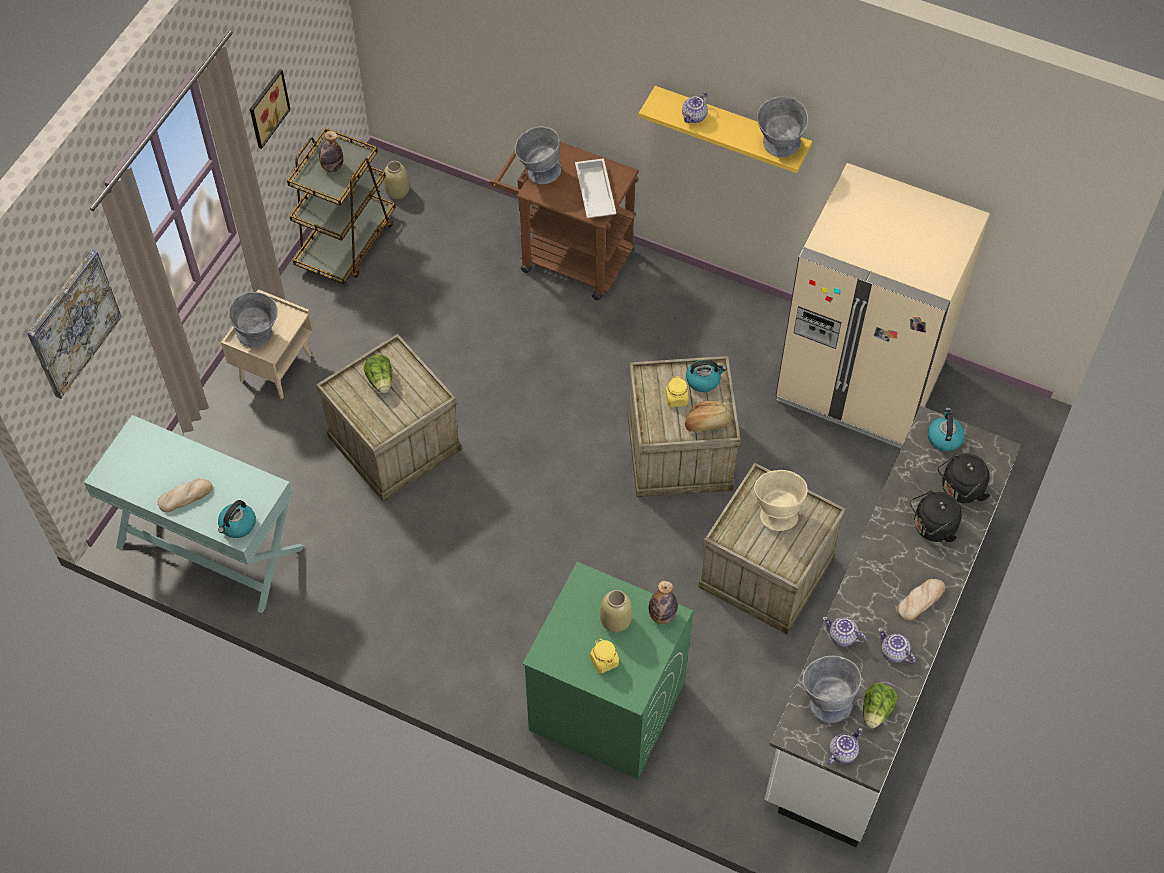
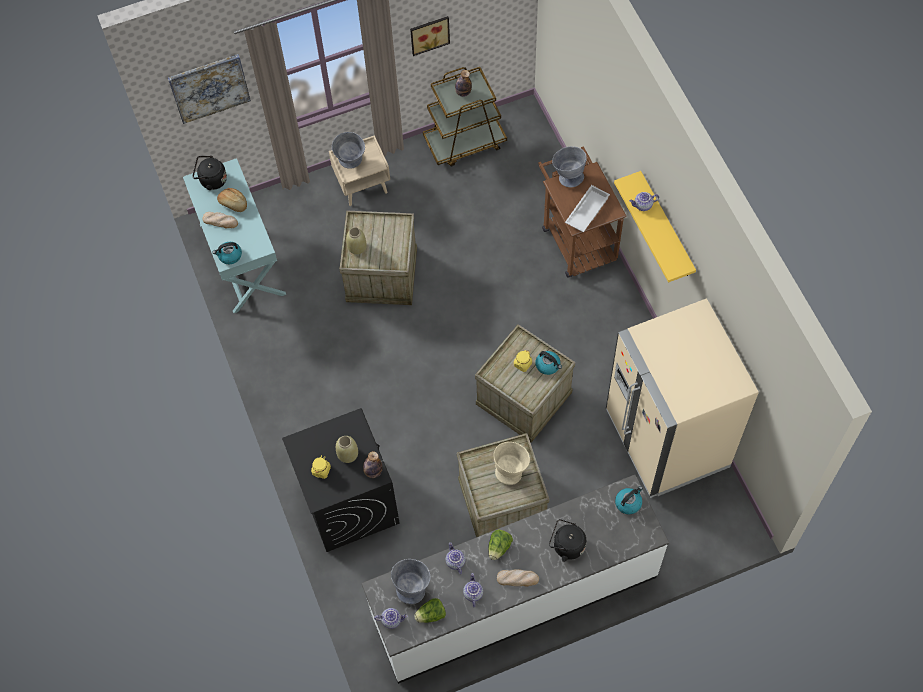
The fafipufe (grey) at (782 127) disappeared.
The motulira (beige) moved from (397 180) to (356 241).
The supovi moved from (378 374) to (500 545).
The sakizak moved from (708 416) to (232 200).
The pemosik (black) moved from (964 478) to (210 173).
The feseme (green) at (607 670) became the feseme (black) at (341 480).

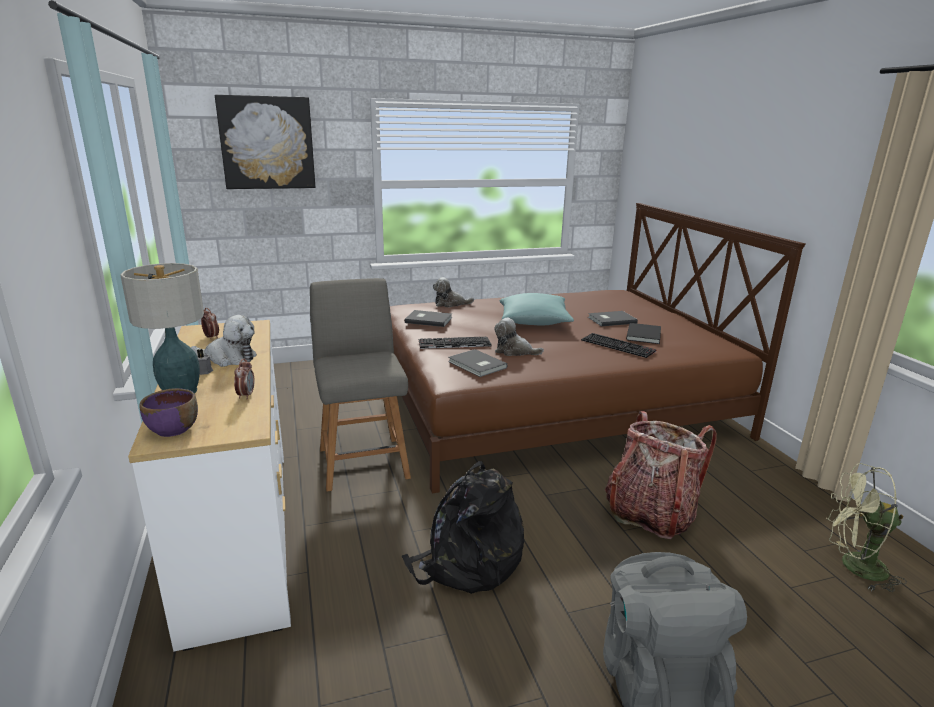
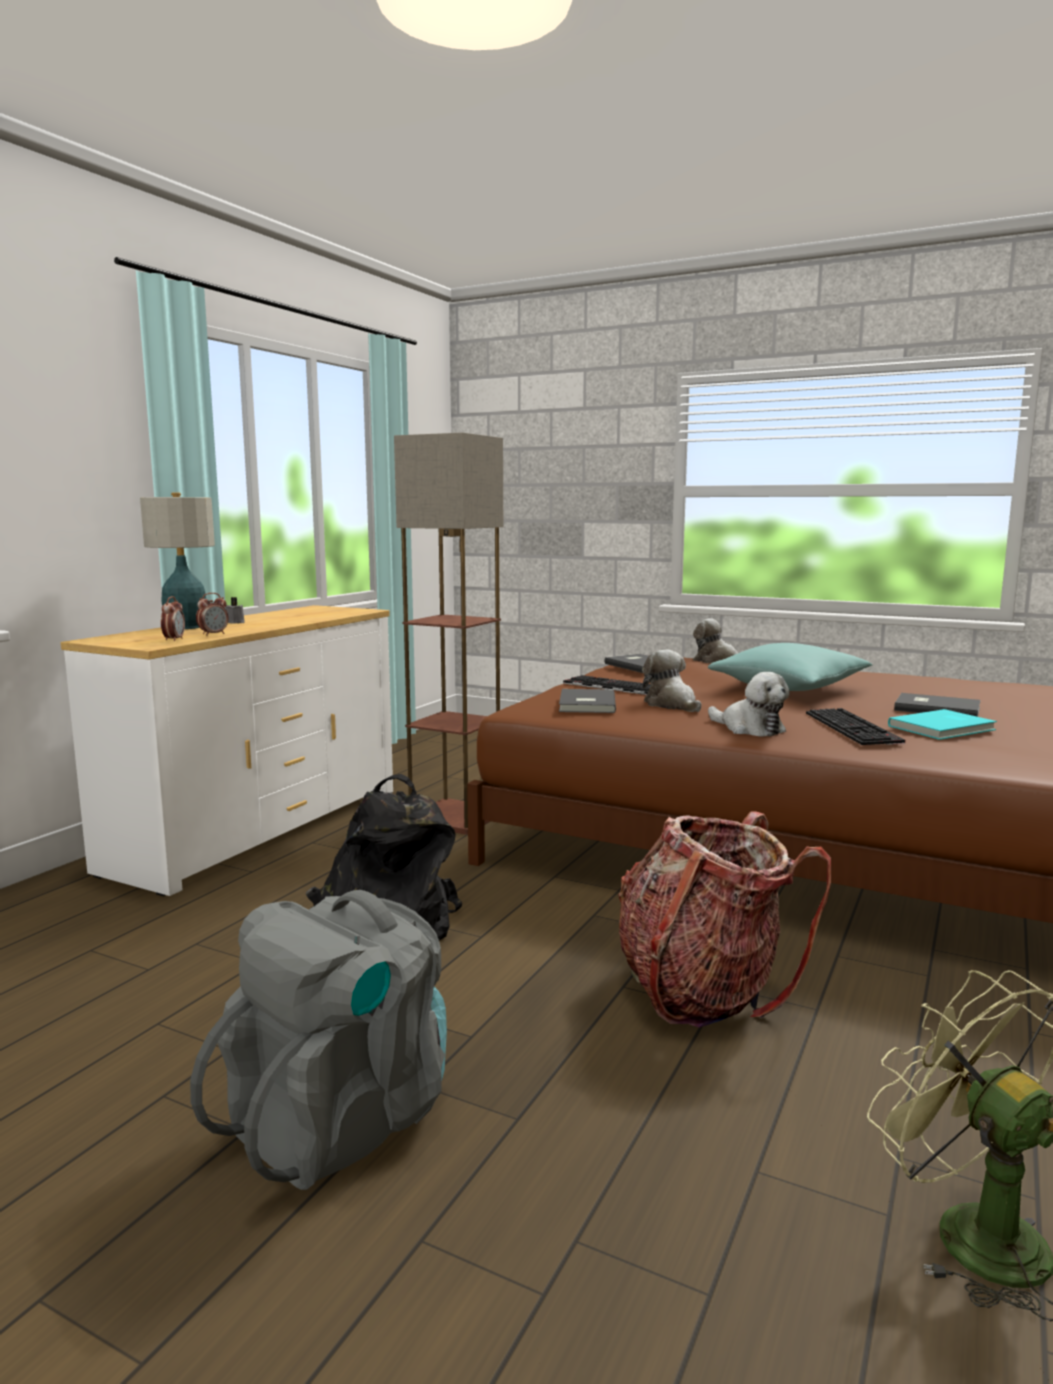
The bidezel at (265 142) disappeared.
The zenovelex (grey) at (360 385) was replaced by the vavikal at (448 634).
The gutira moved from (210 323) to (173 618).
The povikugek moved from (224 341) to (749 704).
The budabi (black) at (643 333) became the budabi (turquoise) at (942 724).
The fafipufe (purple) at (168 412) disappeared.

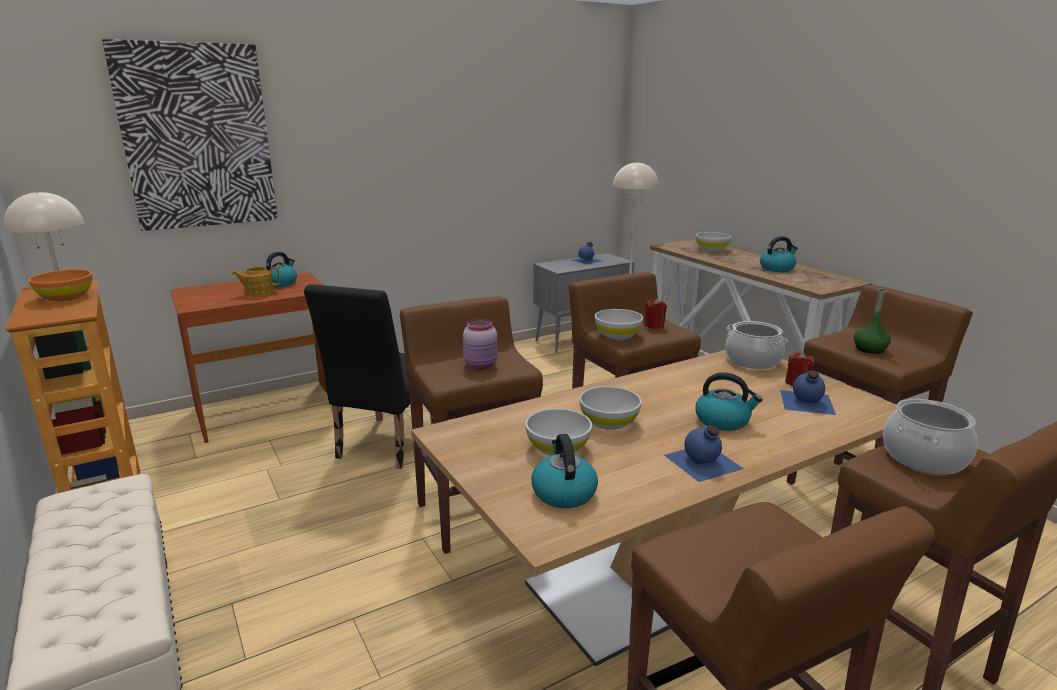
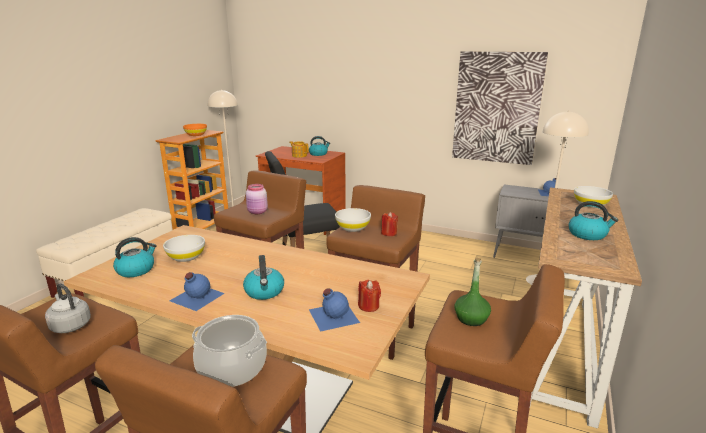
The bidezel moved from (190 135) to (500 108).
The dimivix at (757 345) disappeared.
The fafipufe (white) at (610 408) disappeared.
The pemosik (grey) at (68 308) appeared.

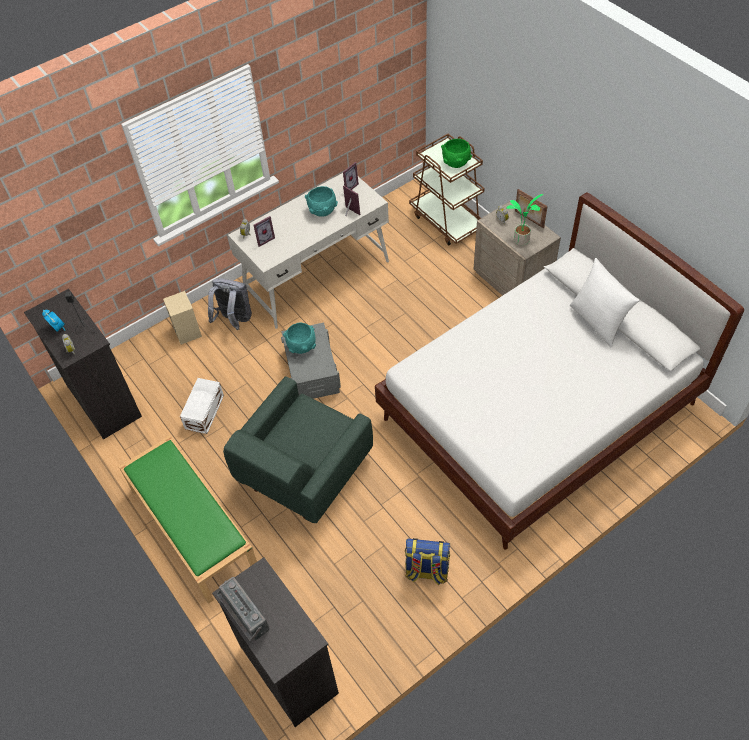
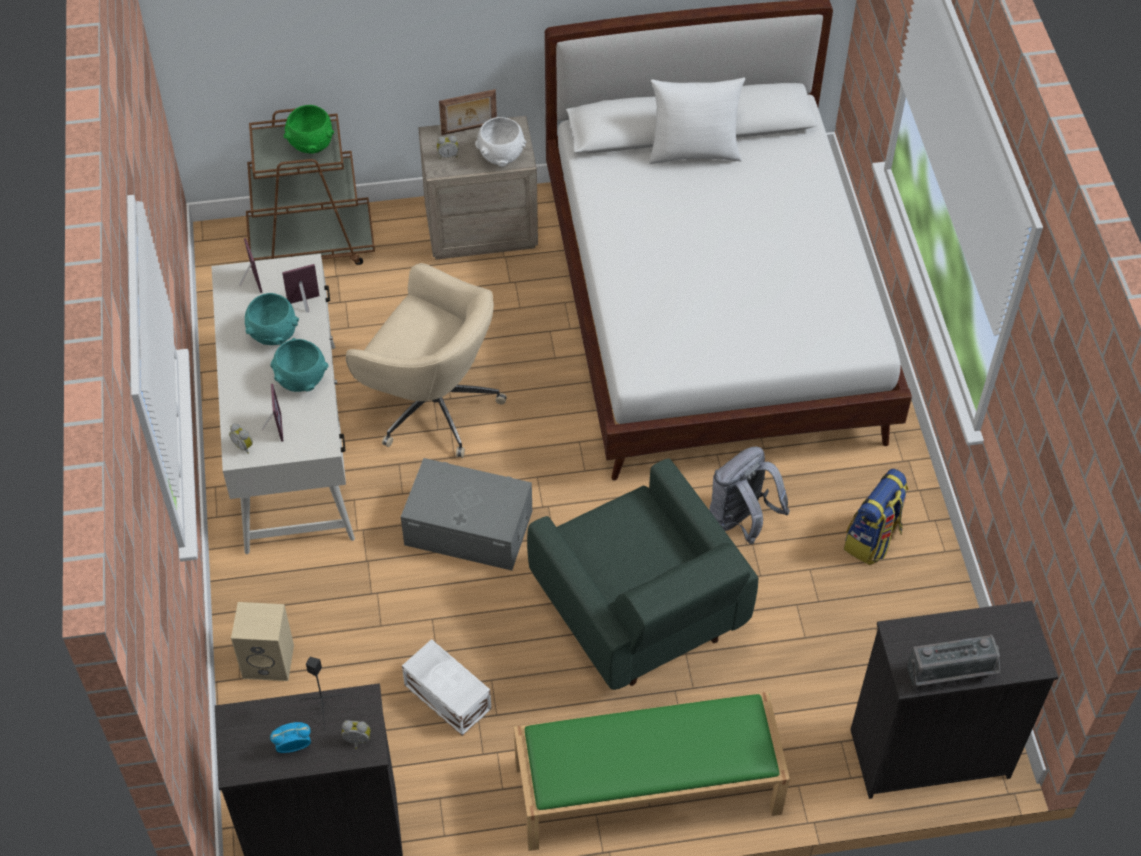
The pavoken at (524 220) was replaced by the fafipufe (white) at (500 142).
The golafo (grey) moved from (230 304) to (749 495).
The fafipufe (turquoise) moved from (299 338) to (299 365).
The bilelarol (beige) at (426 360) appeared.

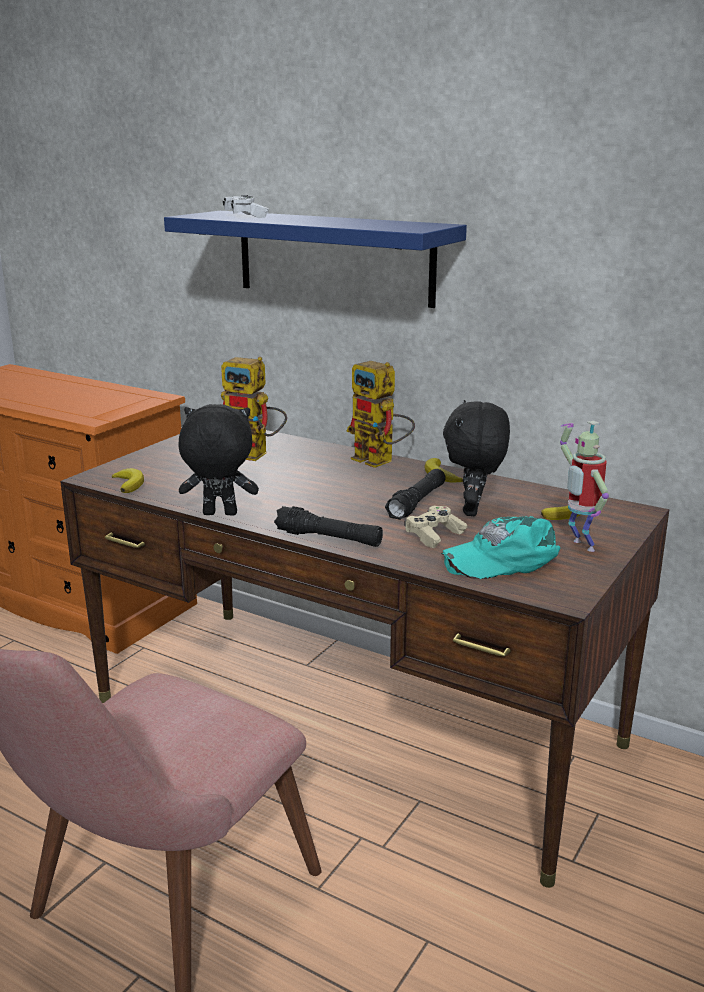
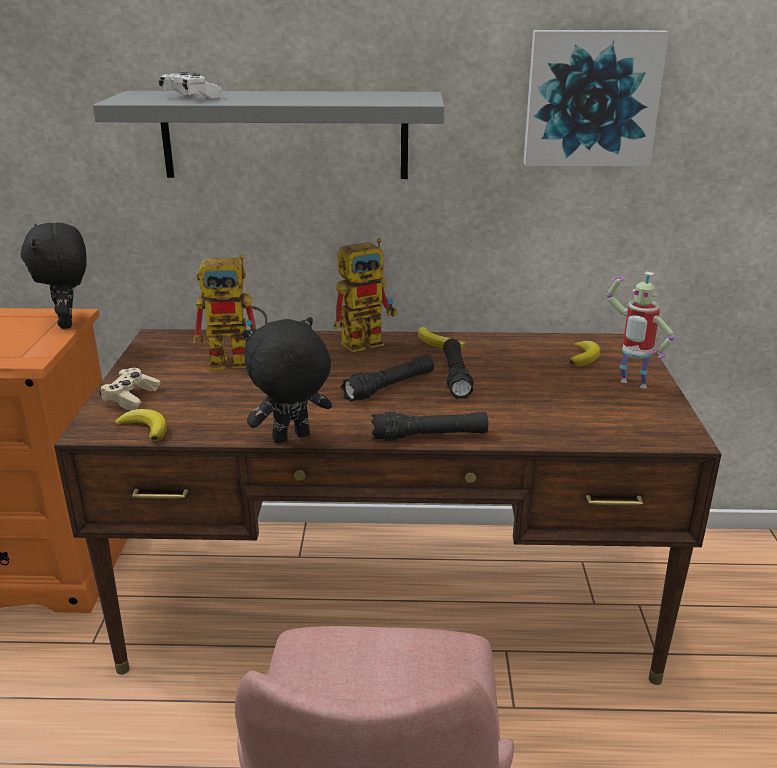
The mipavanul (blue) at (315 259) became the mipavanul (grey) at (268 135).
The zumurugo at (380 414) turned 45 degrees counterclockwise.
The povikugek (black) moved from (476 458) to (54 276).
The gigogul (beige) moved from (435 527) to (130 389).
The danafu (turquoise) at (501 547) disappeared.
The bidezel at (596 98) appeared.
The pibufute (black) at (387 378) appeared.

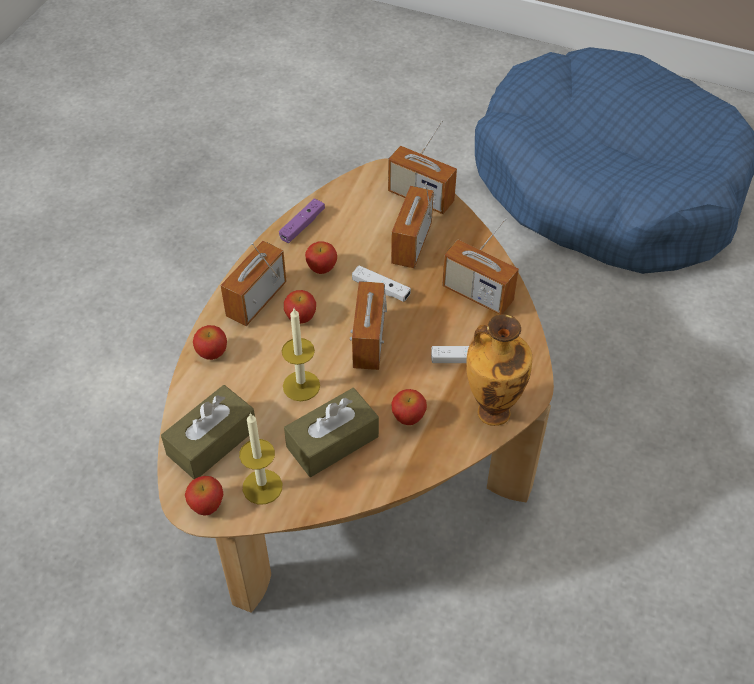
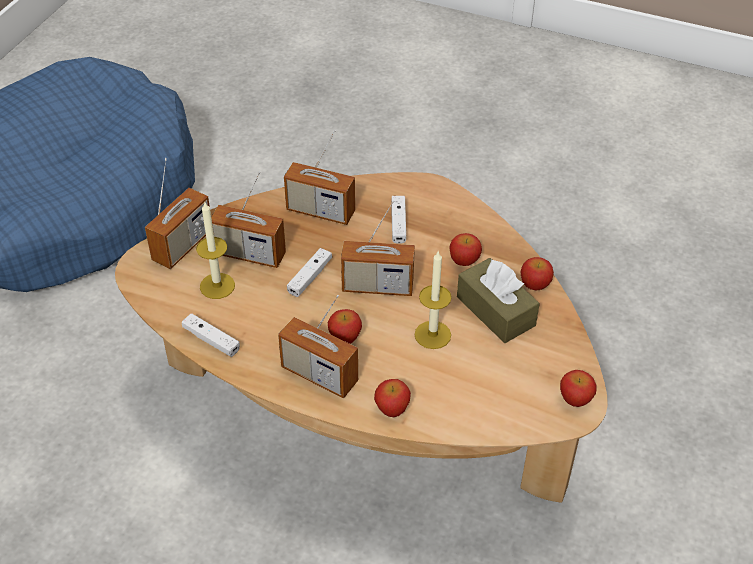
The gigogul (purple) at (302 220) became the gigogul (white) at (211 335).
The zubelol at (480 266) turned 75 degrees clockwise.
The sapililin moved from (321 257) to (537 274).
The motulira at (499 370) disappeared.
The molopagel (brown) at (208 432) disappeared.
The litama moved from (260 459) to (215 250).

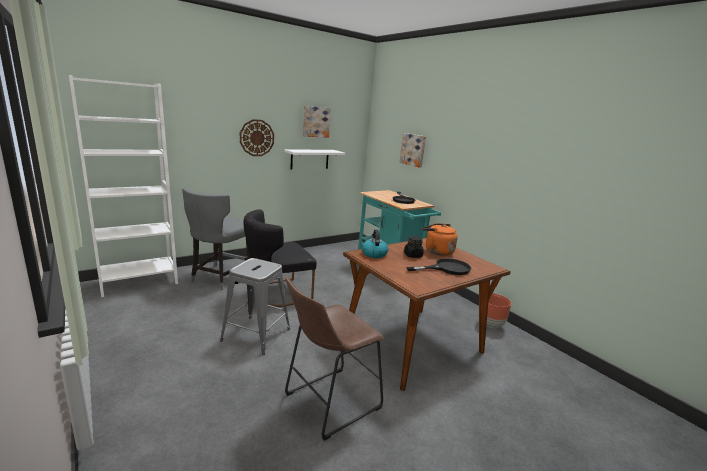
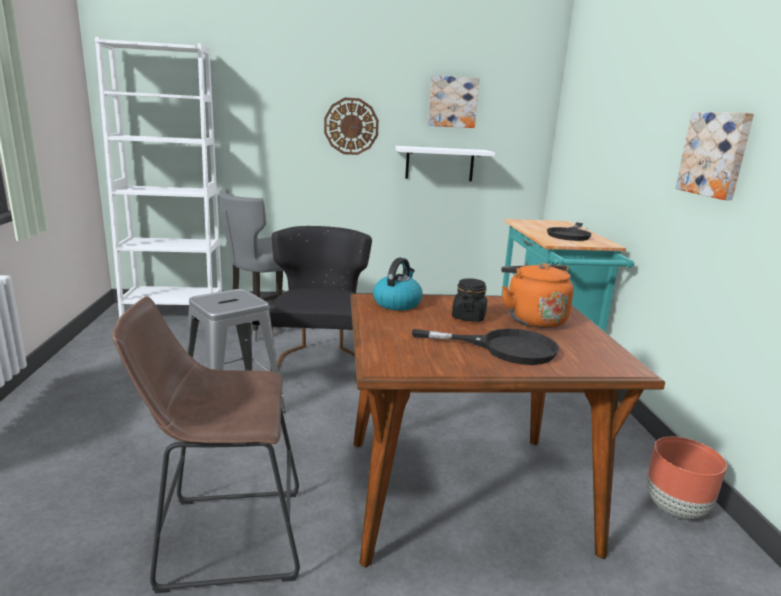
The bidezel moved from (412 150) to (714 156).
The zenovelex (black) at (280 258) turned 90 degrees clockwise.

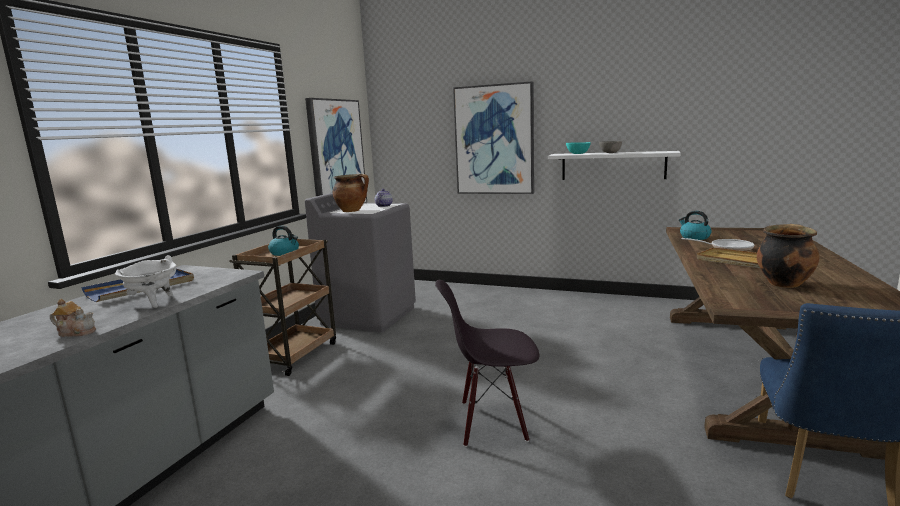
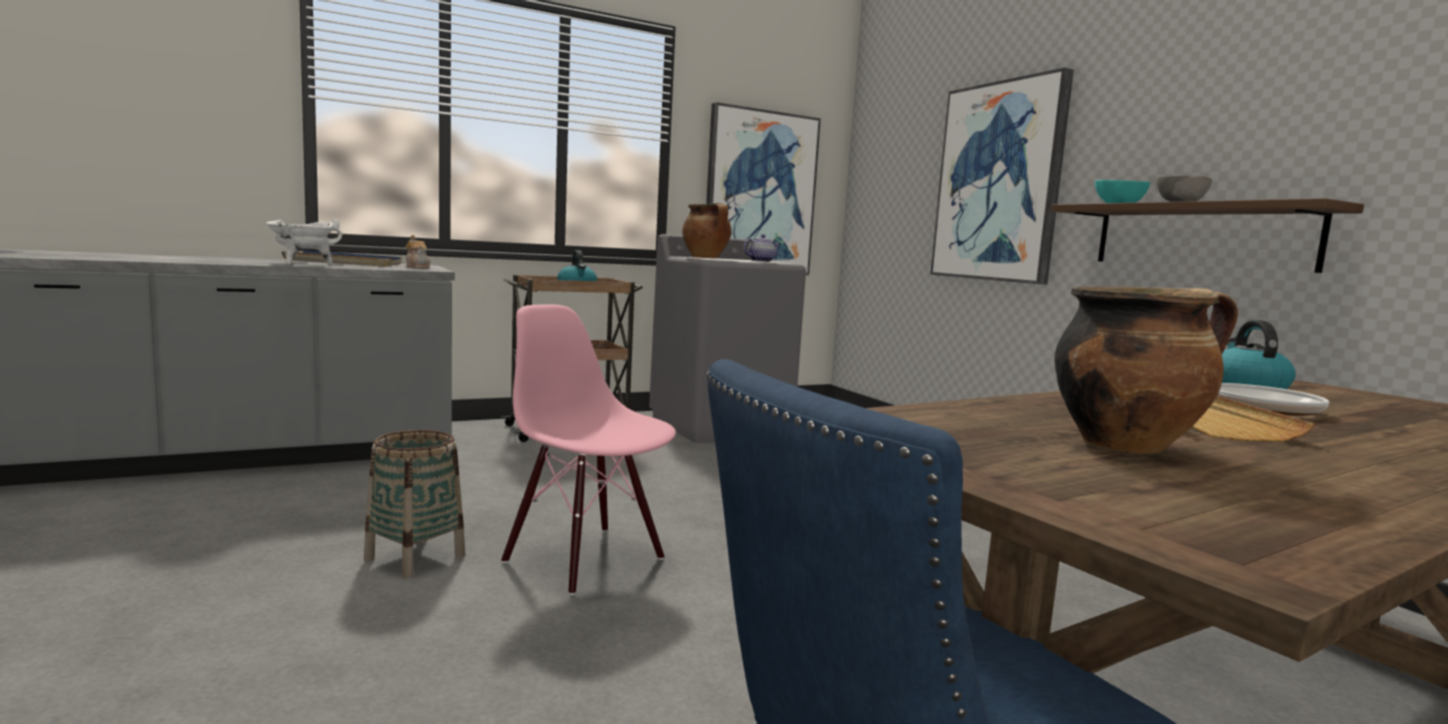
The mipavanul (white) at (614 165) became the mipavanul (brown) at (1207 235).
The zenovelex (black) at (487 363) became the zenovelex (pink) at (588 449).
The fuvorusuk moved from (73 318) to (418 252).
The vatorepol at (414 504) appeared.

